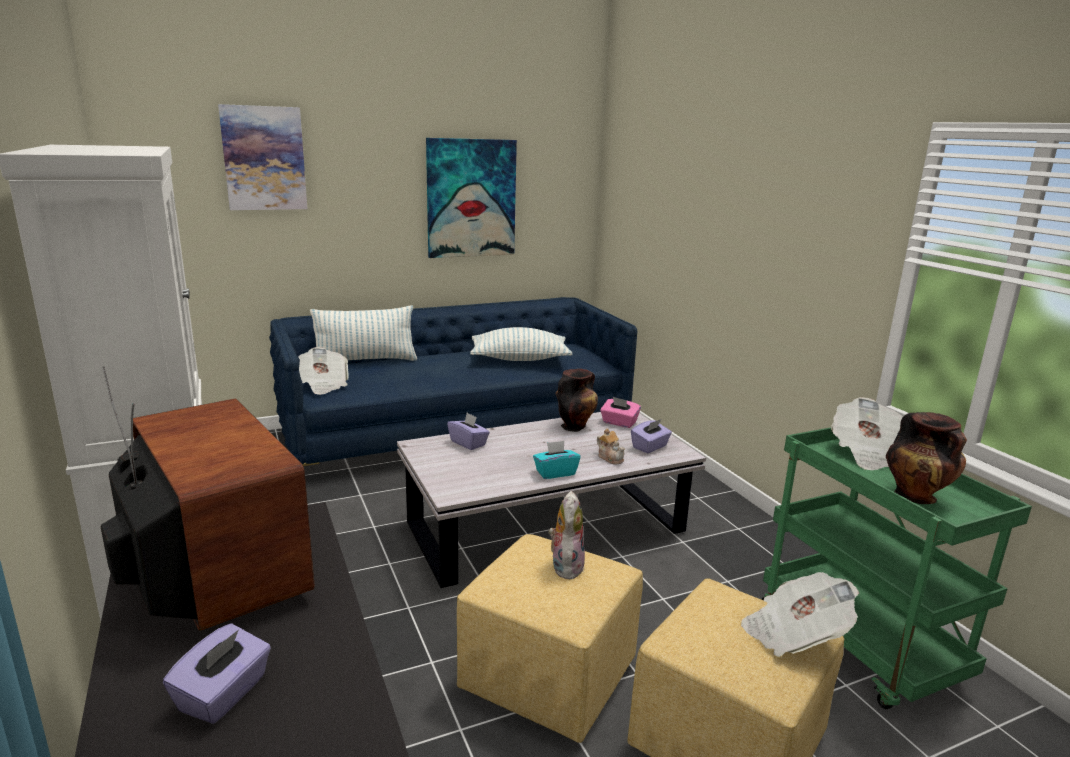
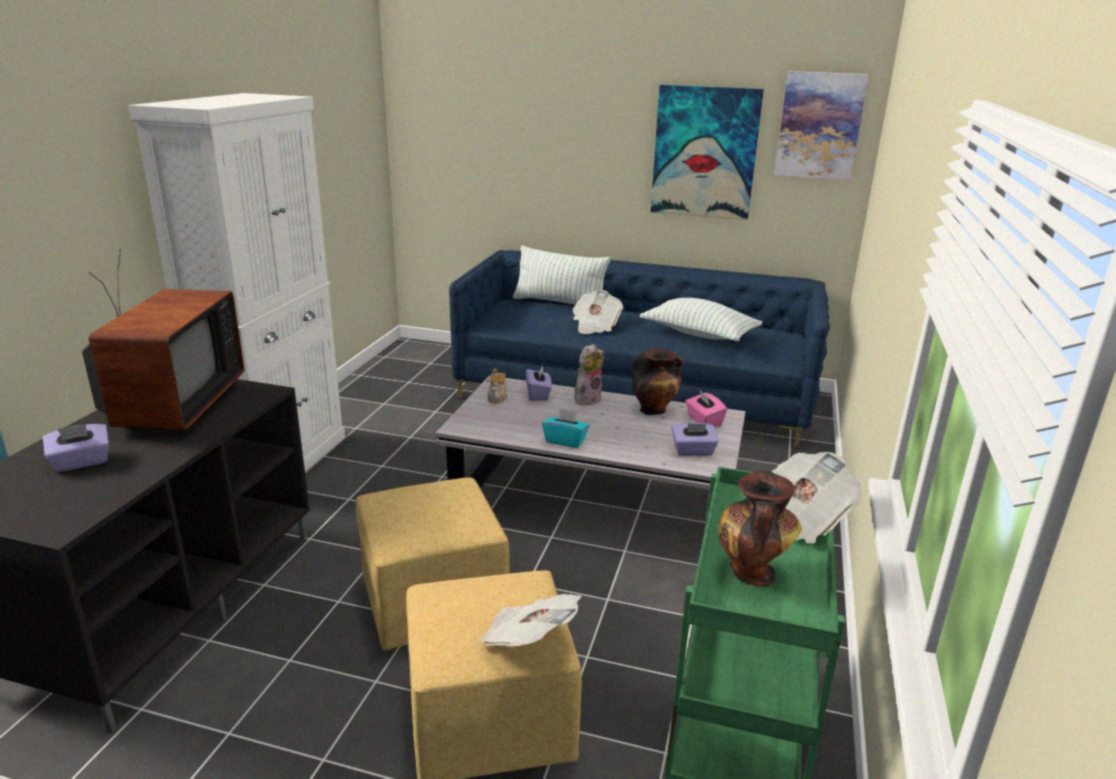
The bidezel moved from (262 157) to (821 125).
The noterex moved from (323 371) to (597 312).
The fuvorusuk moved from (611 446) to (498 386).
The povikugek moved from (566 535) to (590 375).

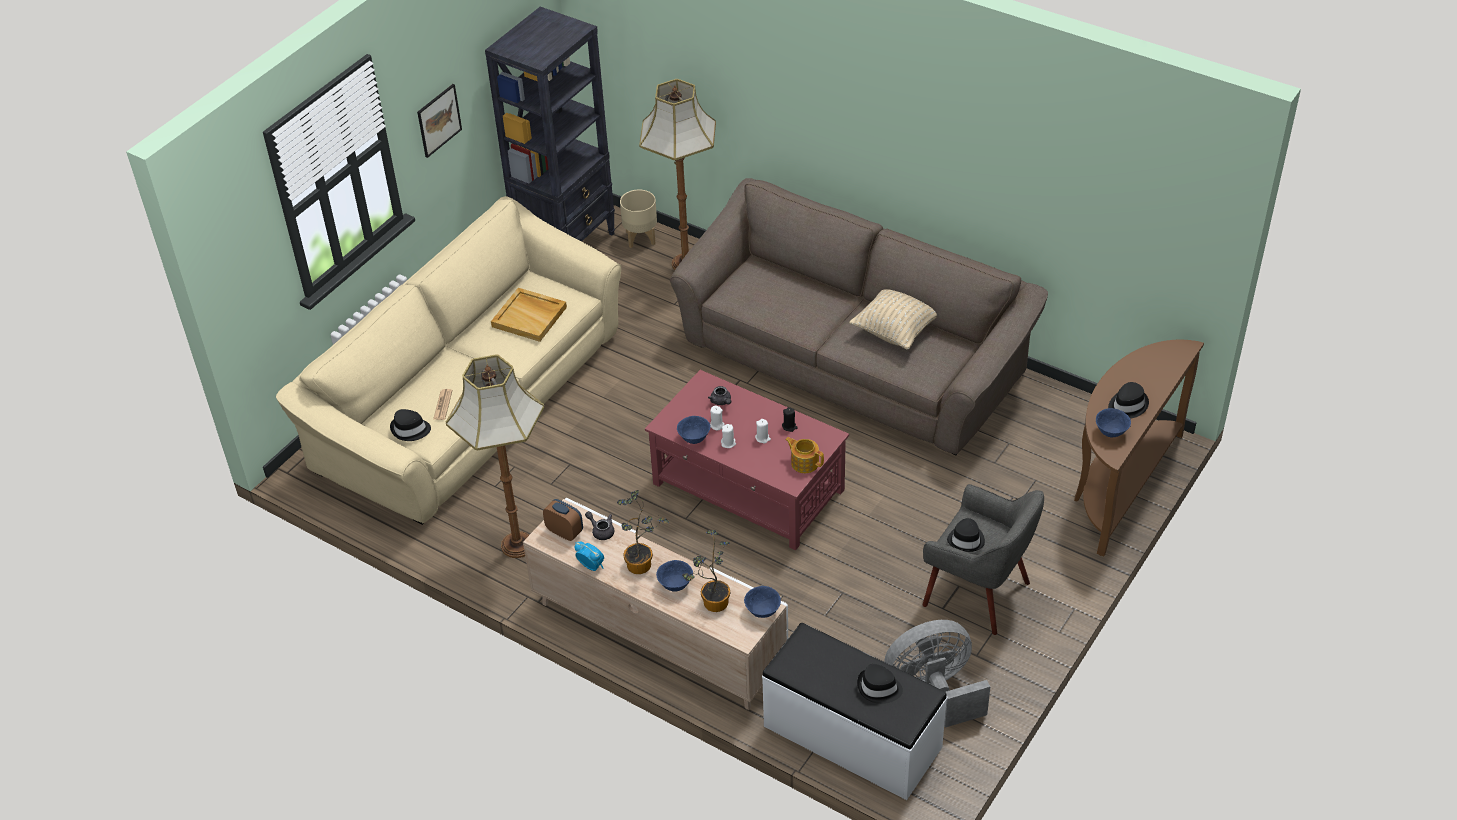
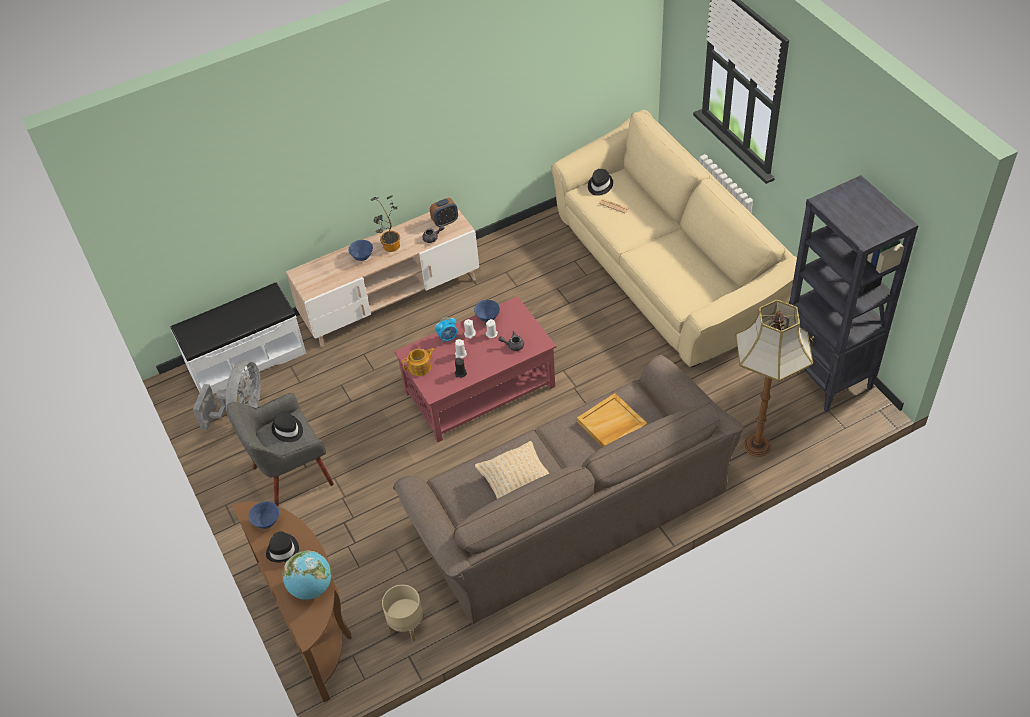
The bidezel at (439 121) disappeared.
The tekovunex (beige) moved from (638 218) to (403 613).
The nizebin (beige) moved from (529 315) to (612 420).
The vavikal at (495 456) disappeared.
The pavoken at (706 571) disappeared.
The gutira moved from (589 556) to (446 330).
The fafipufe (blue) at (762 602) disappeared.
The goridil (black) at (880 684) disappeared.
The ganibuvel at (307 575) appeared.

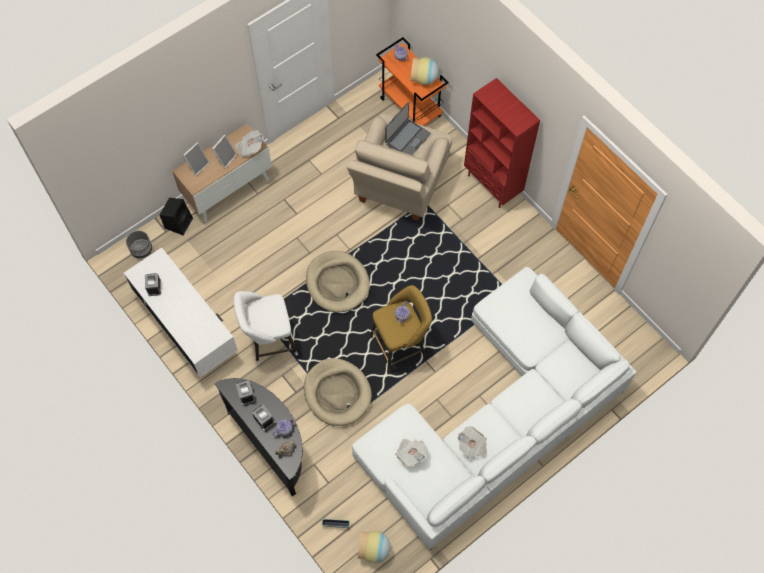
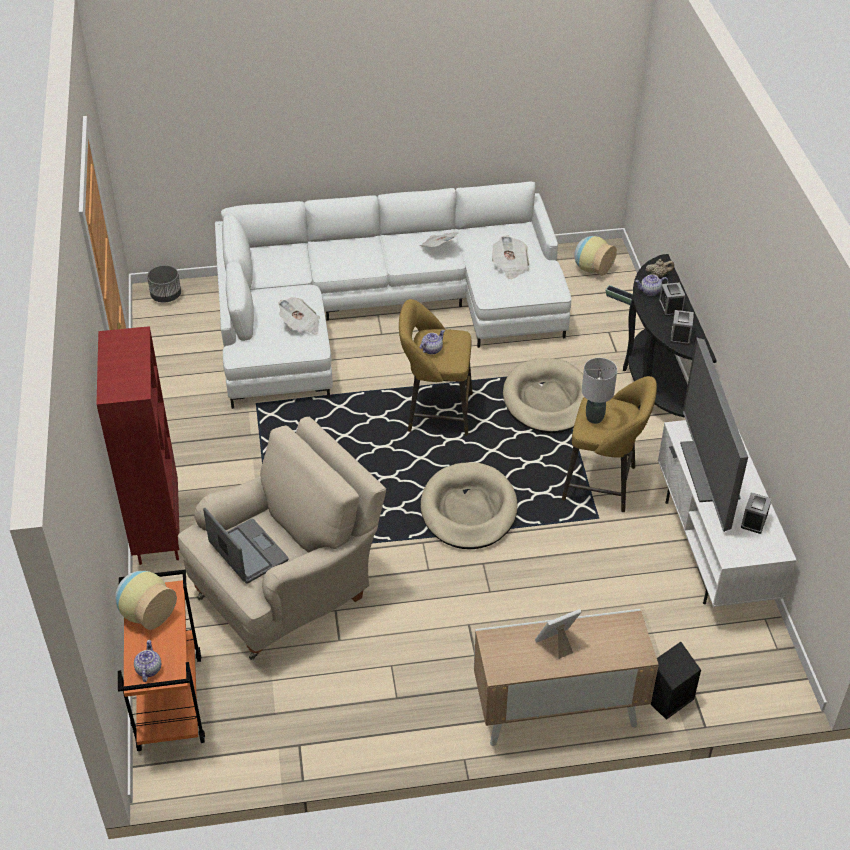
The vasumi at (408 128) turned 75 degrees clockwise.
The noterex moved from (249 143) to (299 316).
The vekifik at (196 159) disappeared.
The tekovunex (grey) moved from (139 245) to (164 284).
The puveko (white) at (266 328) became the puveko (yellow) at (609 444).
The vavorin at (714 435) appeared.
The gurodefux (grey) at (599 391) appeared.

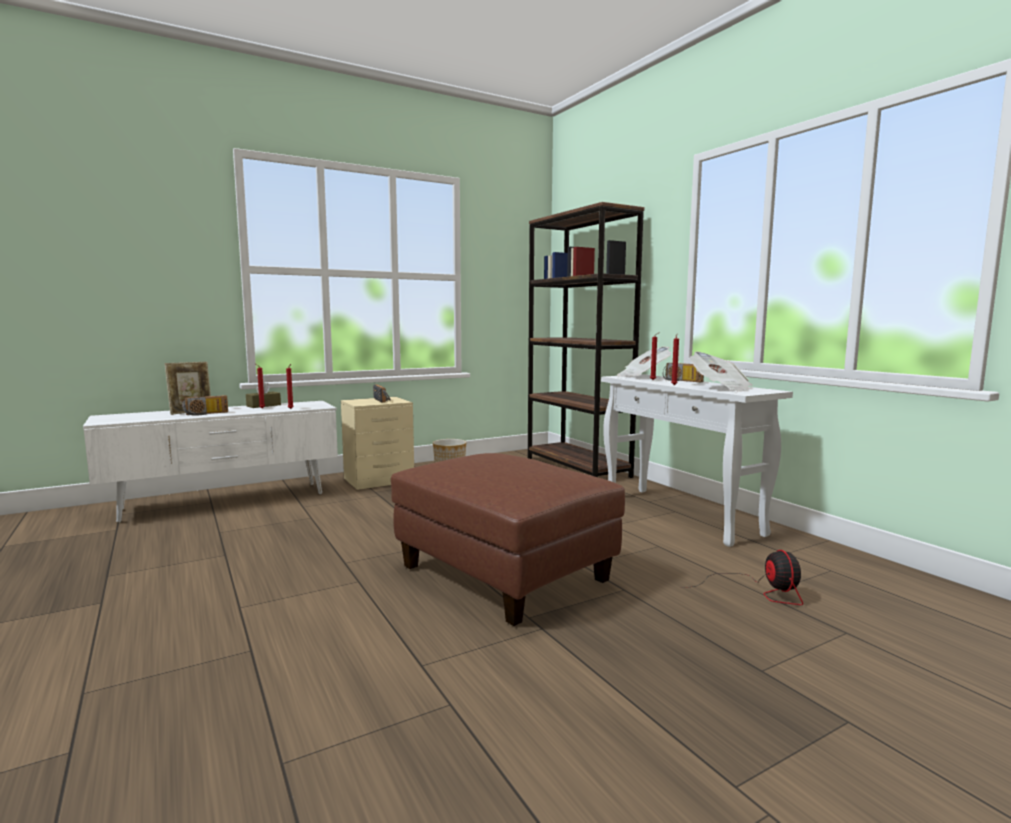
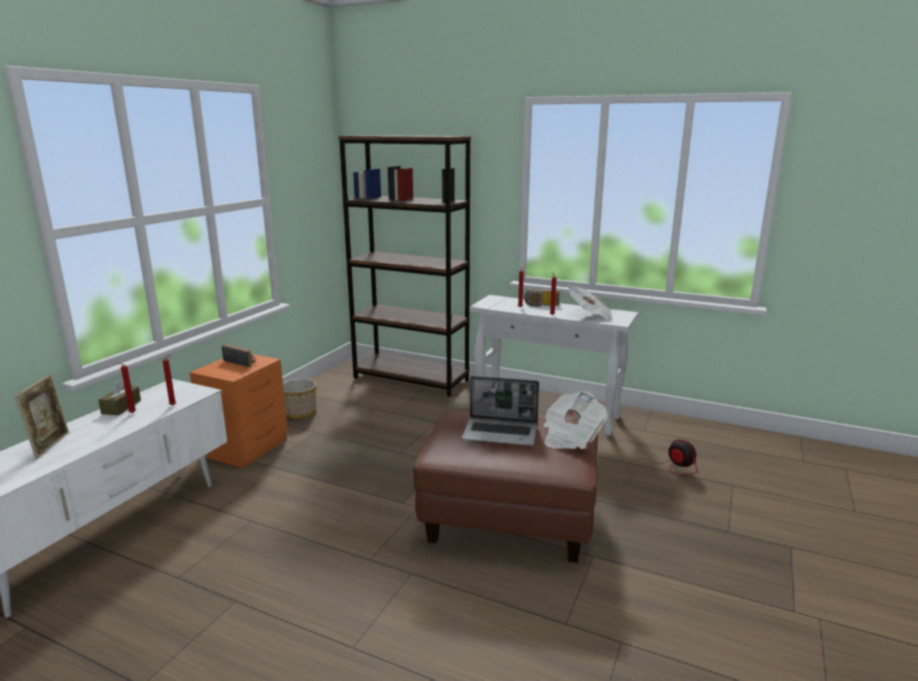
The noterex moved from (644 361) to (575 420).
The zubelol at (205 405) disappeared.
The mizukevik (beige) at (377 443) became the mizukevik (orange) at (238 411).
The vasumi at (500 411) appeared.

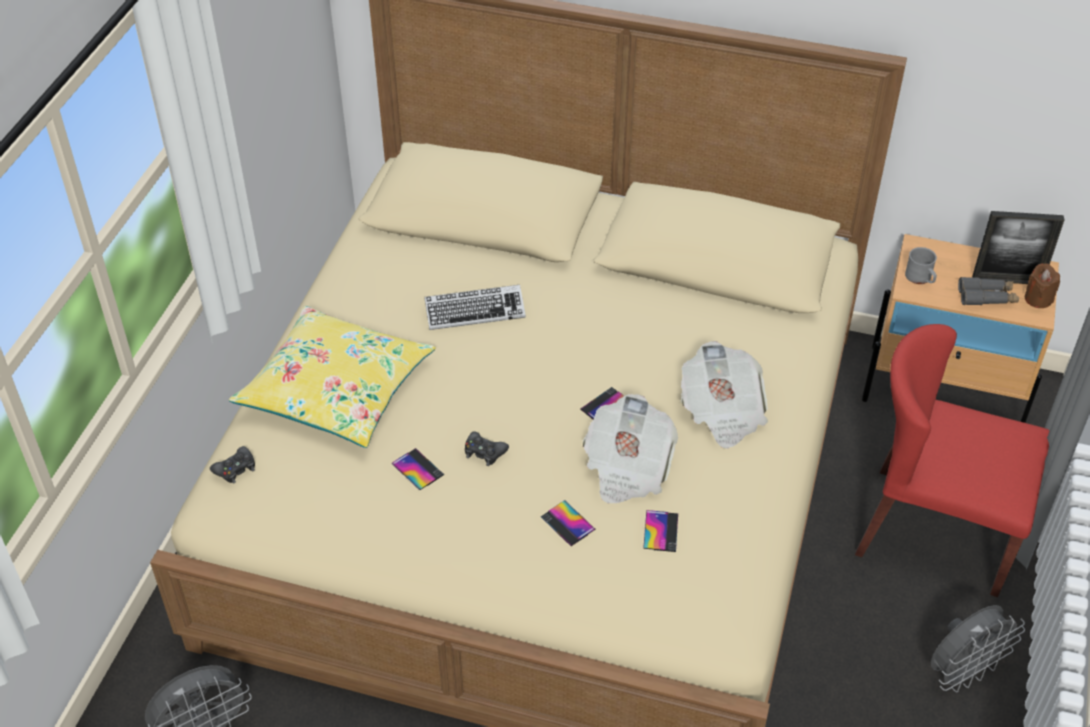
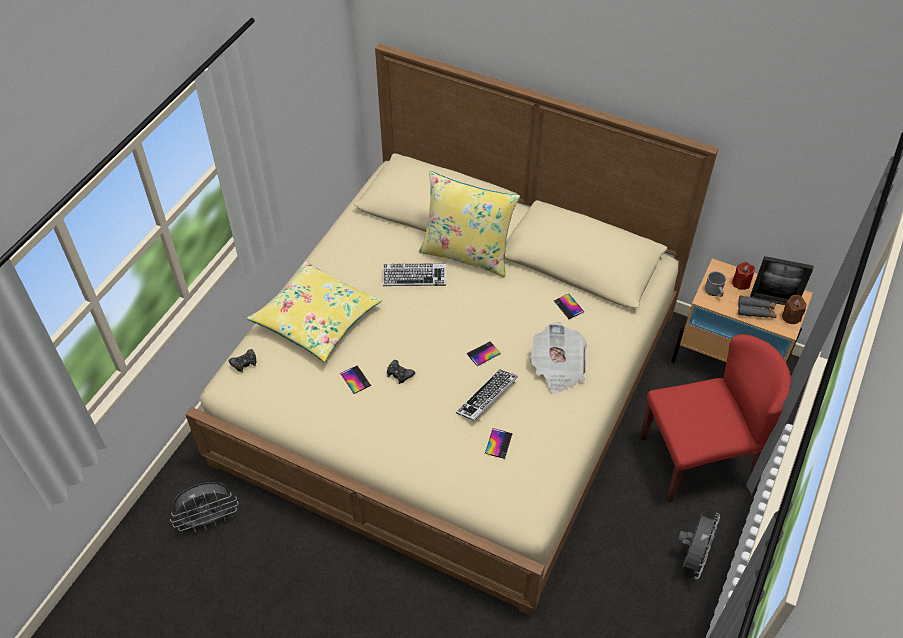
The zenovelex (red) at (952 460) turned 135 degrees clockwise.
The noterex at (630 449) was replaced by the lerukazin at (487 395).
The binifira moved from (568 523) to (569 306).
The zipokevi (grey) at (978 648) turned 45 degrees counterclockwise.
The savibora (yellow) at (469 224) appeared.
The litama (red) at (743 276) appeared.

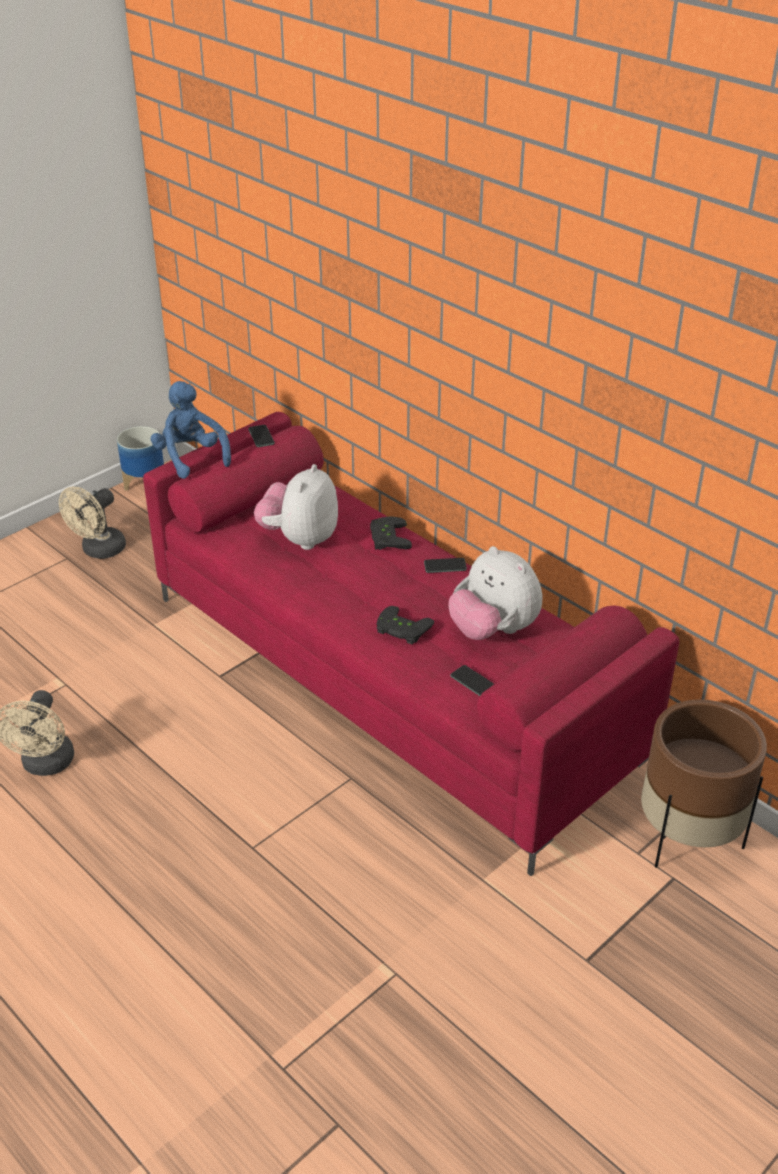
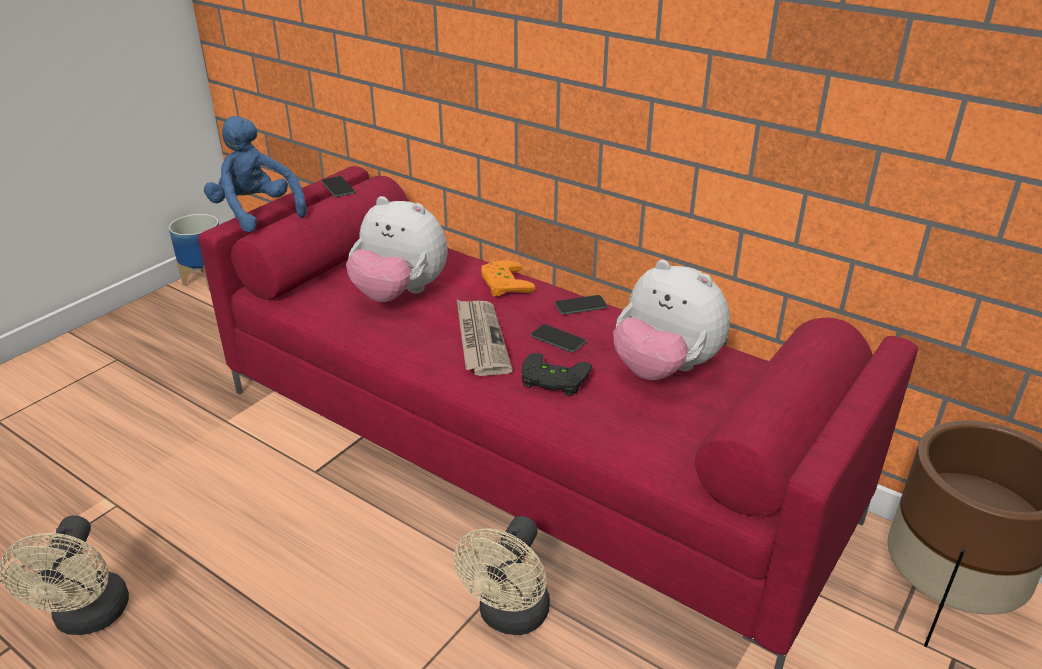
The povikugek at (296 507) turned 75 degrees counterclockwise.
The zipokevi (beige) moved from (92 523) to (501 575).
The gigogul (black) at (391 533) became the gigogul (orange) at (508 278).
The binifira moved from (472 680) to (558 338).
The noterex at (485 338) appeared.

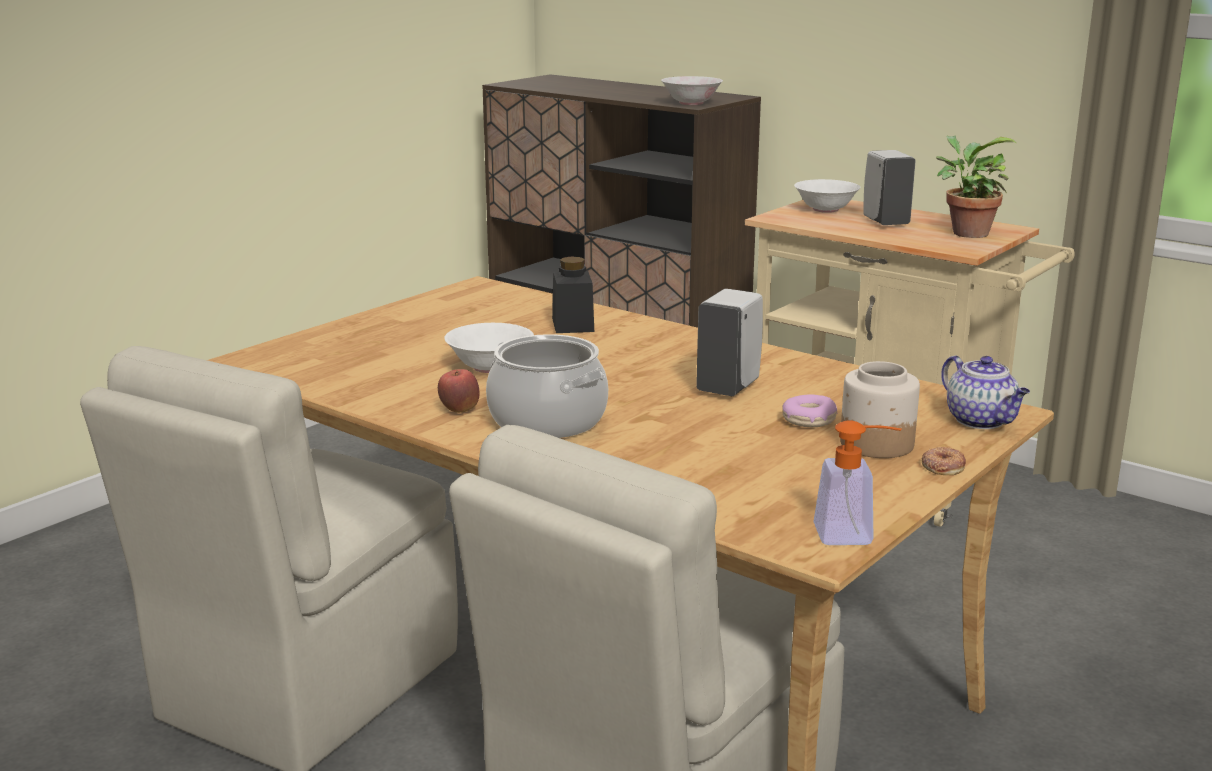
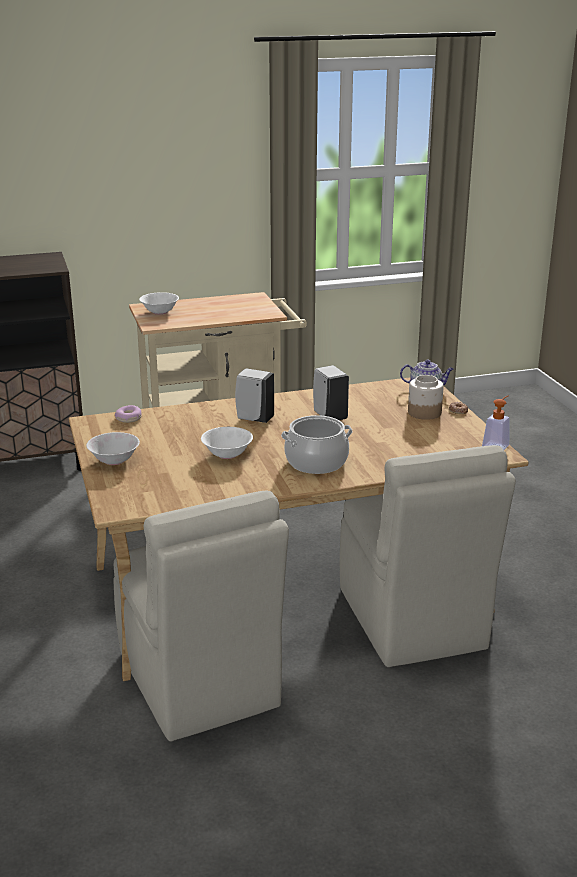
The fafipufe (white) moved from (692 90) to (113 448).
The pavoken at (976 187) disappeared.
The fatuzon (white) moved from (889 187) to (254 395).
The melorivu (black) at (573 294) disappeared.
The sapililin at (458 391) disappeared.
The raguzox moved from (809 410) to (128 414).

